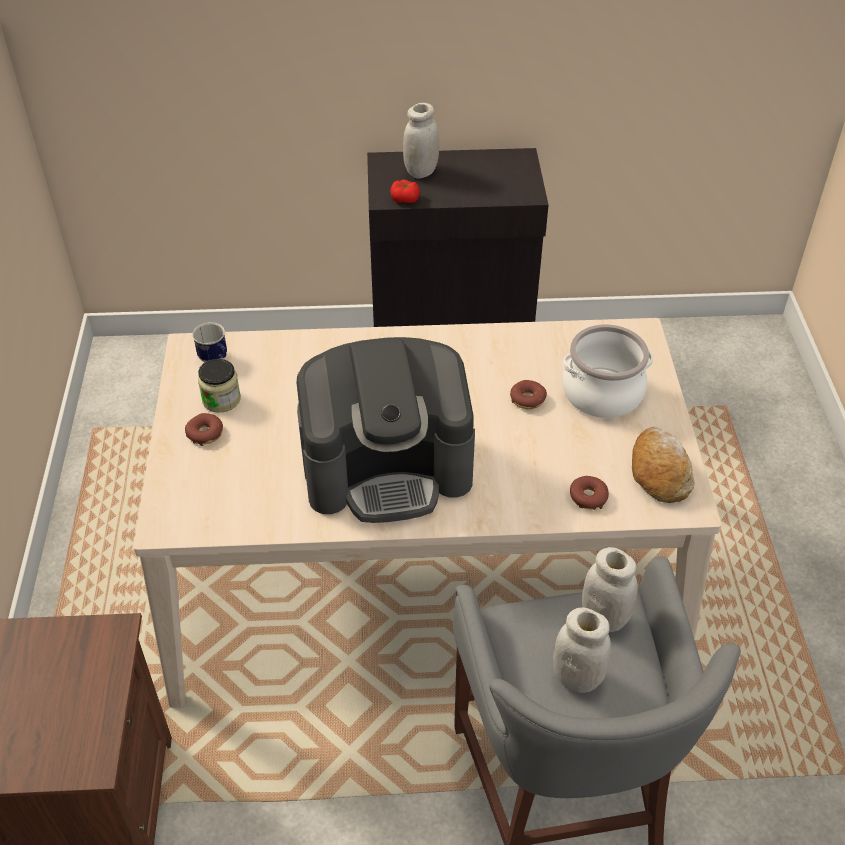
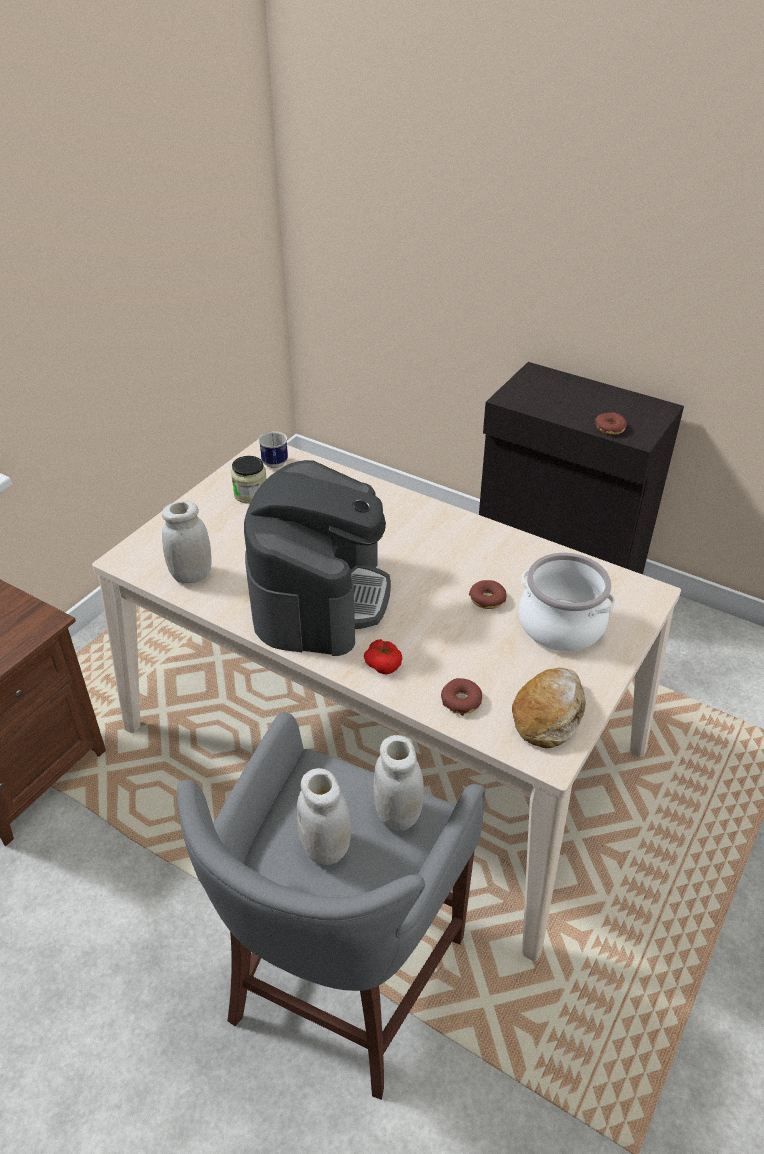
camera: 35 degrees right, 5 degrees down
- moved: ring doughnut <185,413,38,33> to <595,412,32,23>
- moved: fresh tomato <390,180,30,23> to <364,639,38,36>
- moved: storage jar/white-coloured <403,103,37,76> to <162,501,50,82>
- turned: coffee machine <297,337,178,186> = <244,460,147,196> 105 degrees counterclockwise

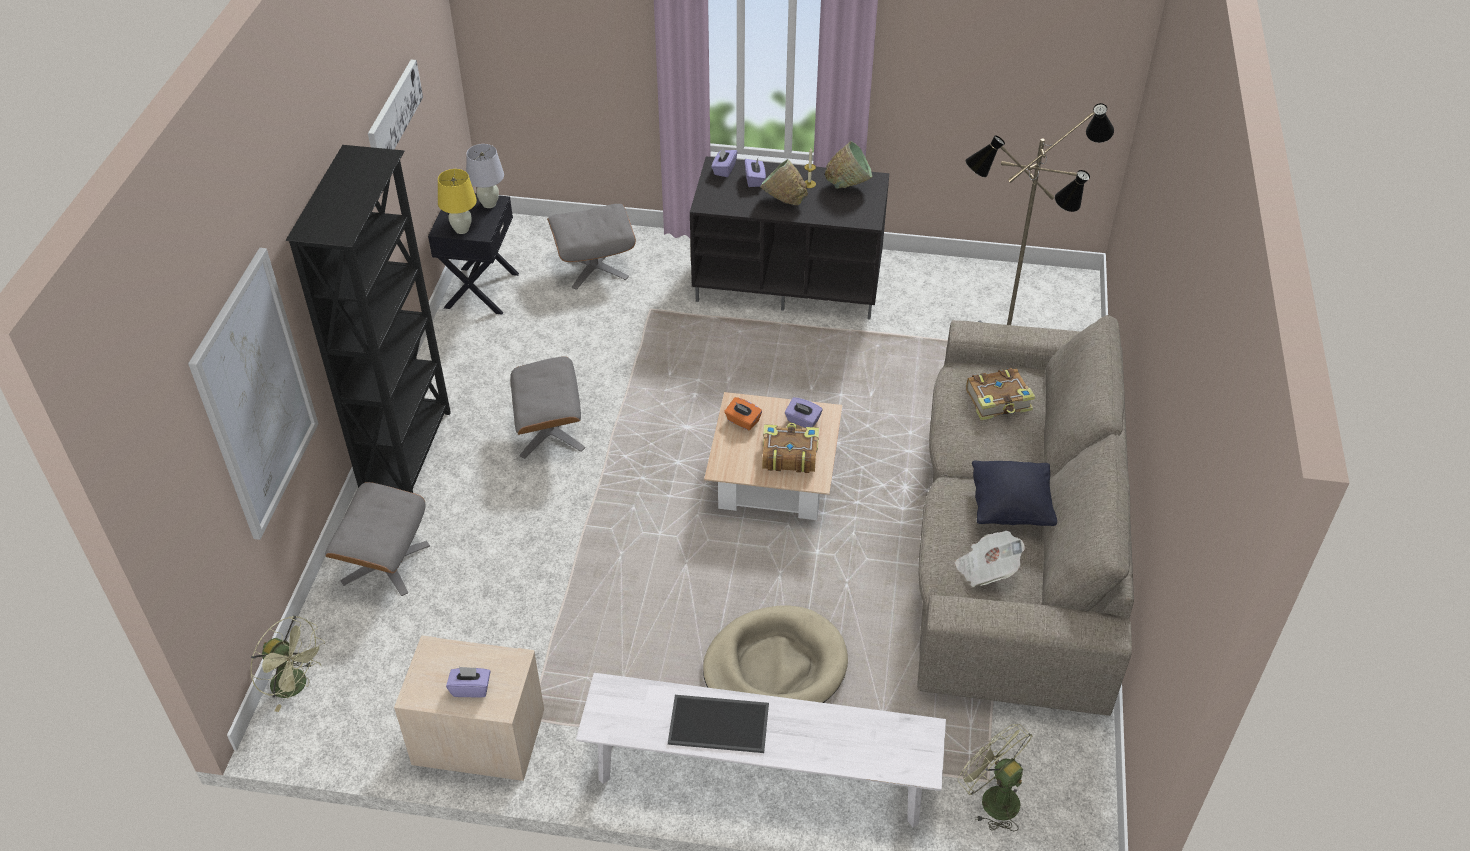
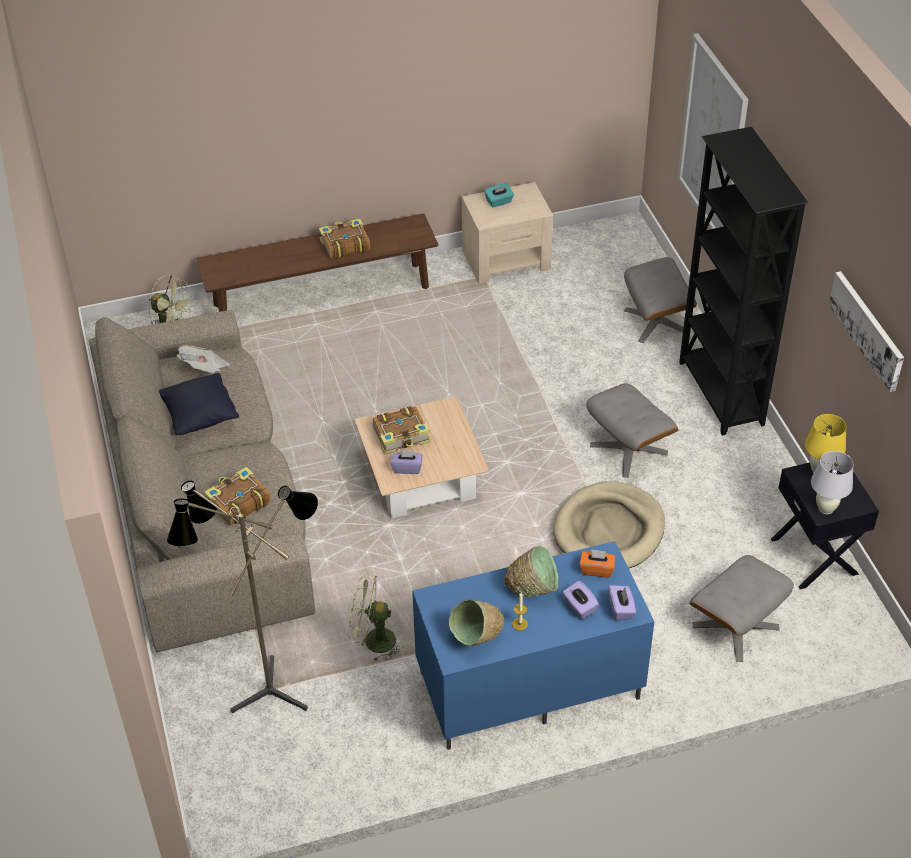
camera: 155 degrees right, 0 degrees up
- moved: cooling fan/green <250,616,75,96> to <349,576,55,85>
- moved: dog bed/beige-coloured <703,605,145,98> to <553,481,112,87>
- moved: tissue holder/orangey <724,397,38,34> to <580,549,35,29>
- replaced: serving tray <668,695,101,58> to bound book <319,218,51,41>
- recoloured: tissue holder/purple-coloured <446,667,45,31> to tissue holder/turquoise <484,183,30,25>
- recoloured: long seat/white-coloured <576,673,370,154> to long seat/brownish <196,213,242,99>
- recoloured: tv unit/black-coloured <690,157,199,163> to tv unit/blue <412,541,242,209>

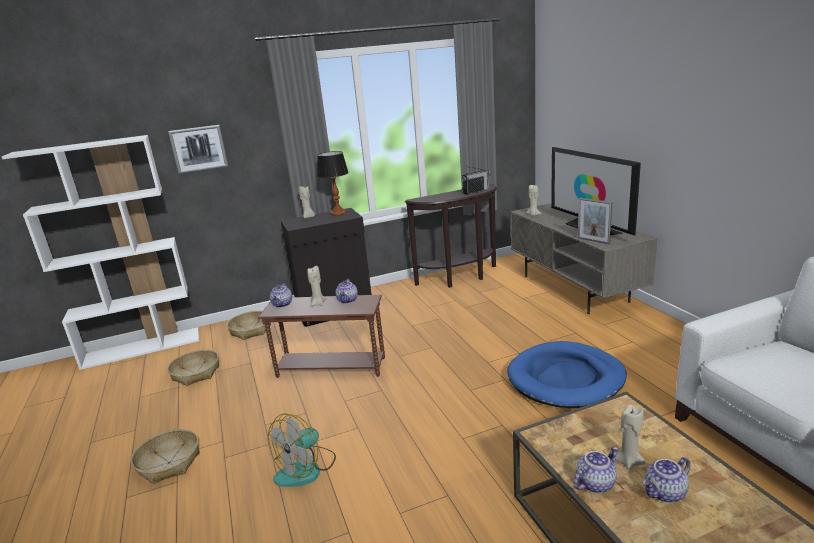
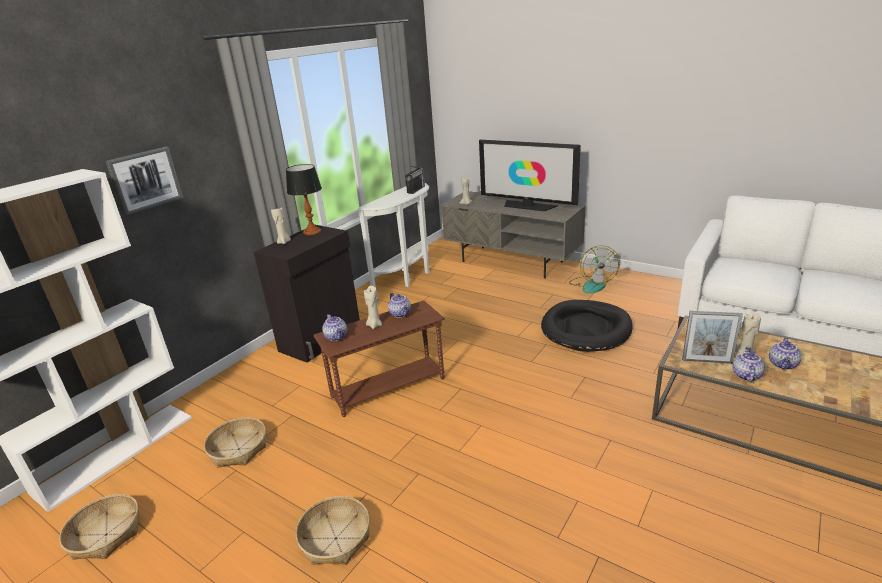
camera: 35 degrees left, 5 degrees up
- moved: household basket <227,311,44,29> to <59,494,80,66>
- moved: cooling fan <268,413,68,74> to <569,246,51,48>
- moved: standing frame <578,198,34,46> to <682,311,61,53>
- recoloured: console table/brownish <405,184,92,104> to console table/white-coloured <357,183,73,104>
- recoloured: dog bed/blue <507,341,120,67> to dog bed/black-coloured <541,300,92,52>

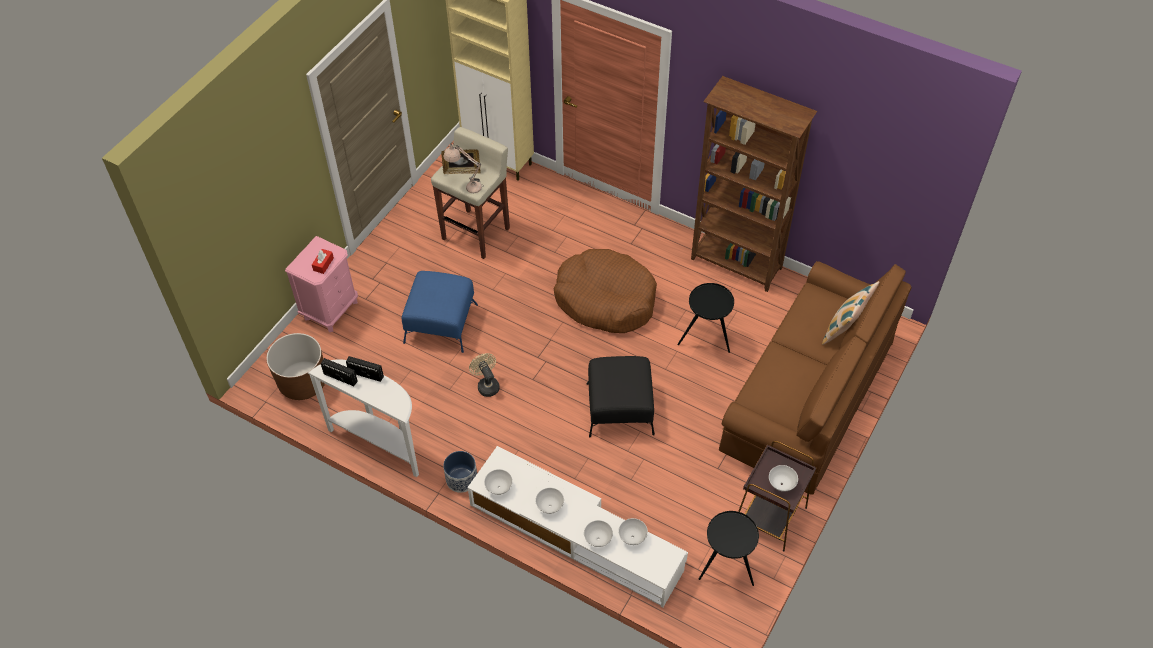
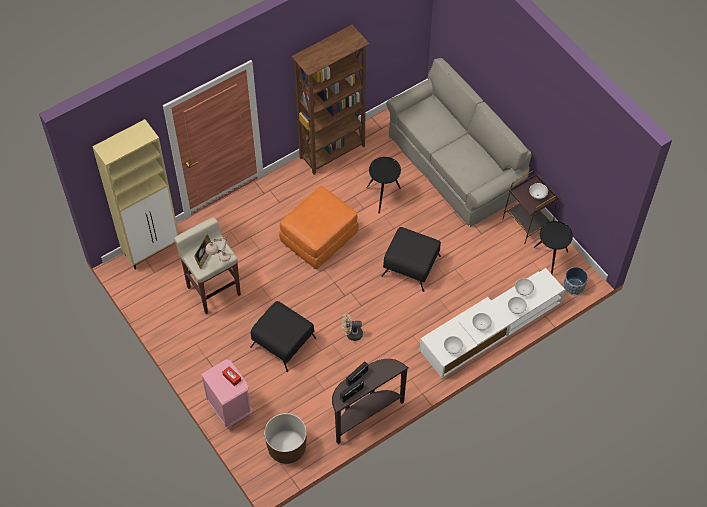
camera: 65 degrees left, 5 degrees up
- removed: cushion <822,281,58,64>
- moved: planter <443,451,34,42> to <563,267,25,28>
- replaced: dog bed/brownish <554,249,103,84> to pouffe/orangey <279,186,80,83>
- recoloured: console table/white-coloured <308,359,111,118> to console table/brownish <332,359,76,85>
- recoloured: pouffe/blue <402,271,76,82> to pouffe/black-coloured <250,301,66,71>
- recoloured: sofa/brownish <719,261,193,234> to sofa/grey <386,58,145,169>

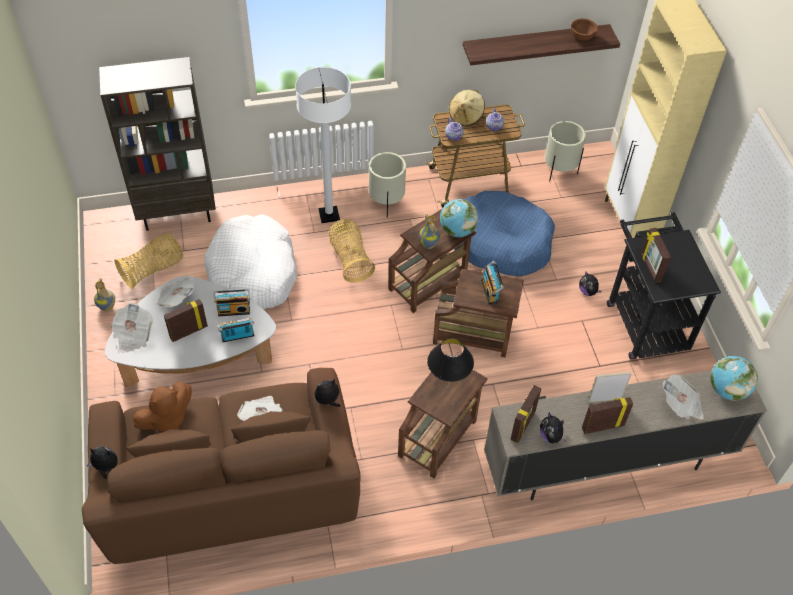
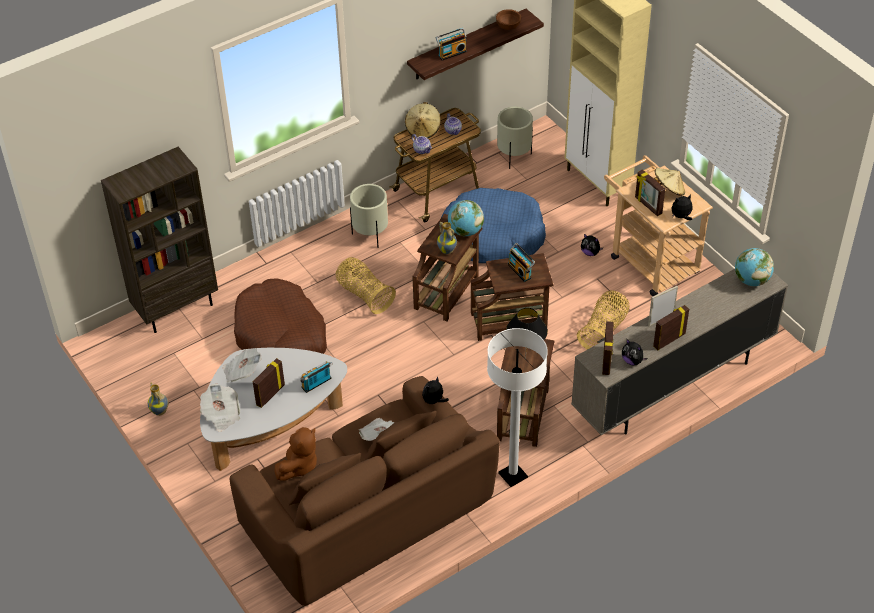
camera: 20 degrees left, 5 degrees down
- removed: daily paper <663,374,41,46>
- added: clothing hat/beige-coloured <654,168,31,28>
- moved: plush toy <87,447,31,32> to <672,195,21,25>
- moved: household basket <114,233,69,56> to <577,291,52,59>
- moved: radio set <214,289,36,27> to <436,28,31,33>
- moved: floor lamp/white-coloured <295,67,56,156> to <487,328,61,159>
- recoloured: dog bed/white-coloured <204,214,93,96> to dog bed/brownish <234,278,93,76>
- recoloured: cart/black-coloured <607,212,114,148> to cart/beige-coloured <604,155,109,141>

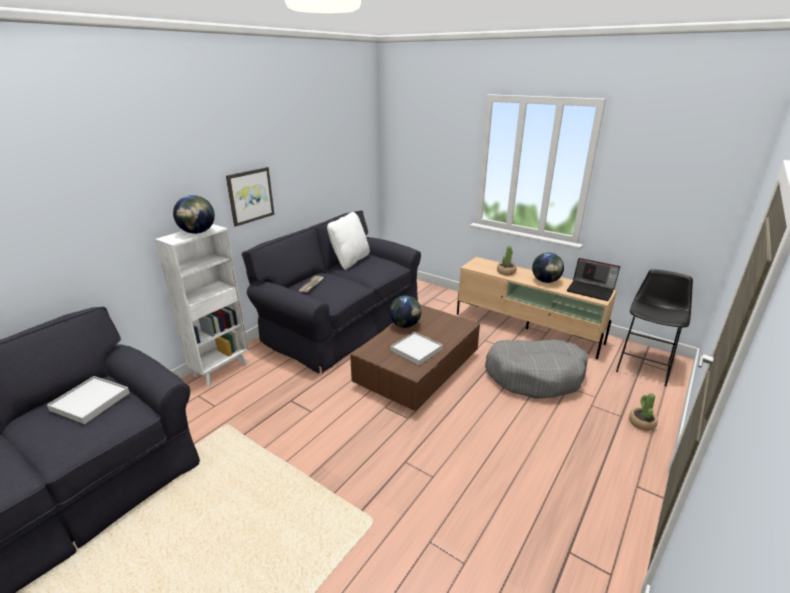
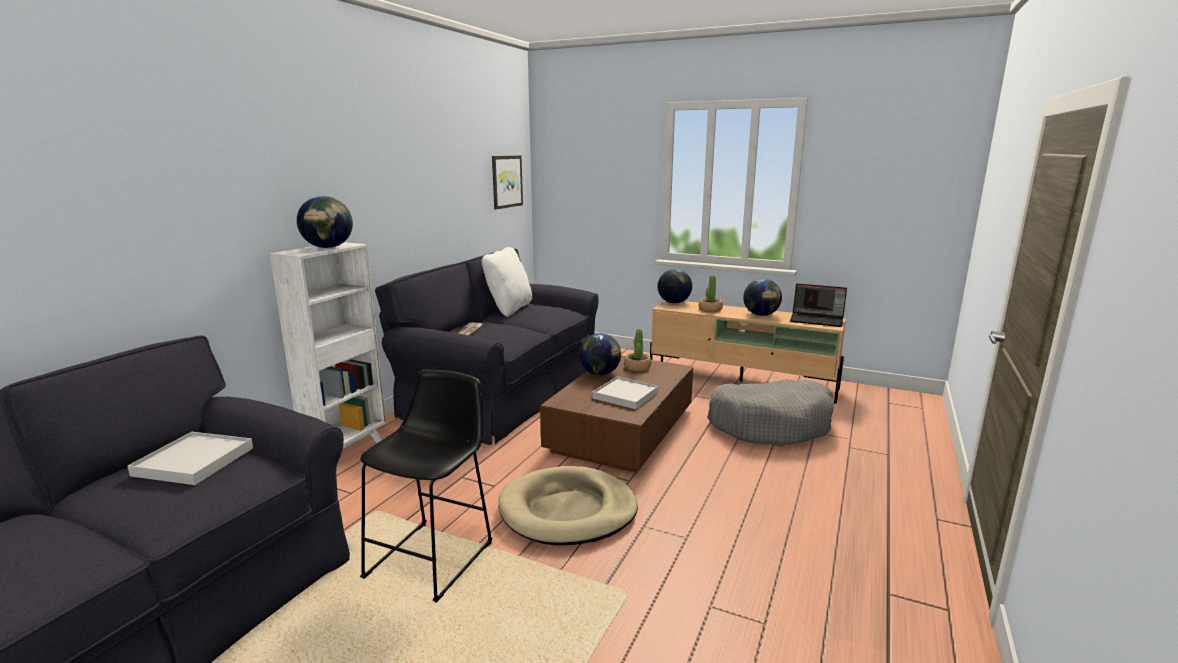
camera: 10 degrees left, 10 degrees down
- added: dog bed/beige-coloured <498,466,140,80>
- added: world globe <658,269,34,34>
- moved: wall picture <226,167,48,60> to <492,155,31,54>
- moved: stool/black-coloured <616,269,77,117> to <360,369,132,233>
- moved: houseplant <629,393,29,38> to <624,329,27,43>

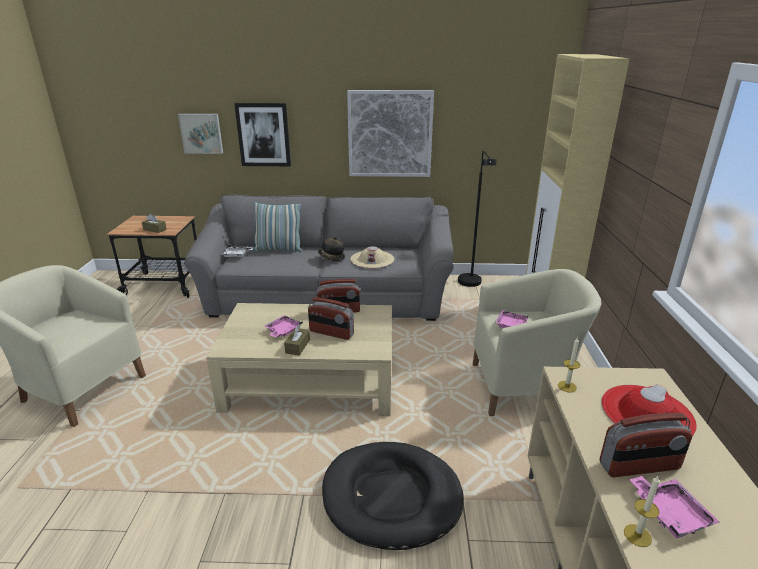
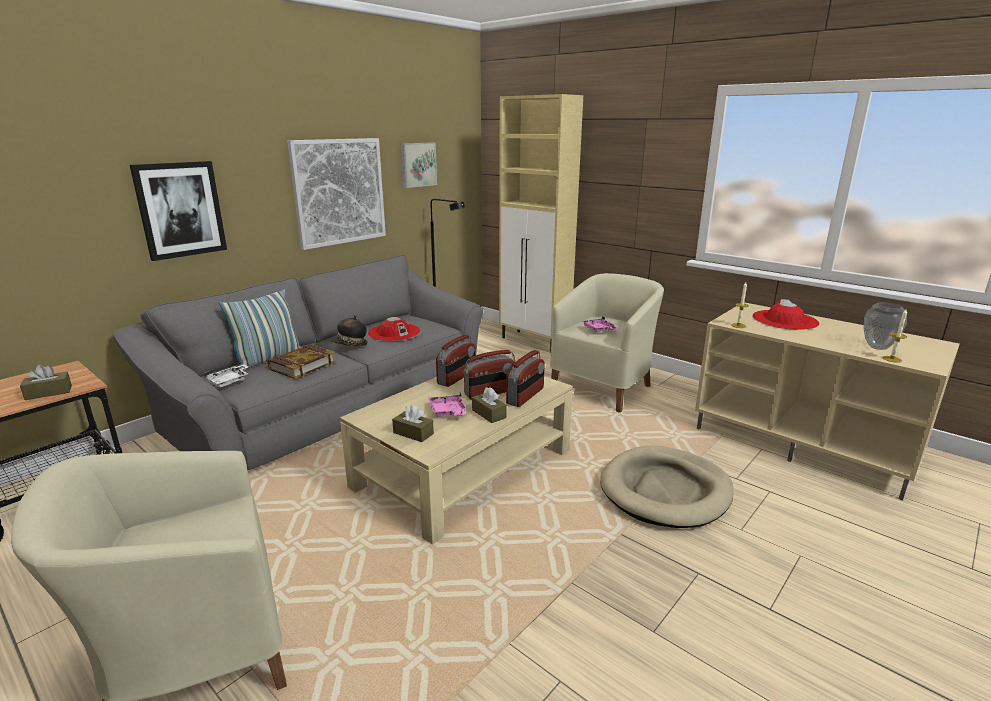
camera: 50 degrees left, 5 degrees down
- added: bound book <268,345,68,34>
- added: tissue holder/brownish <392,405,42,37>
- moved: wall picture <178,114,45,40> to <400,143,37,45>
- moved: radio set <600,413,92,64> to <506,350,39,57>
- replaced: serving tray/pinkish <629,476,90,62> to vase <864,302,43,48>
- recoloured: dog bed/black-coloured <322,442,142,108> to dog bed/beige-coloured <600,445,134,83>
- recoloured: clothing hat/beige-coloured <351,246,43,22> to clothing hat/red-coloured <368,317,53,24>

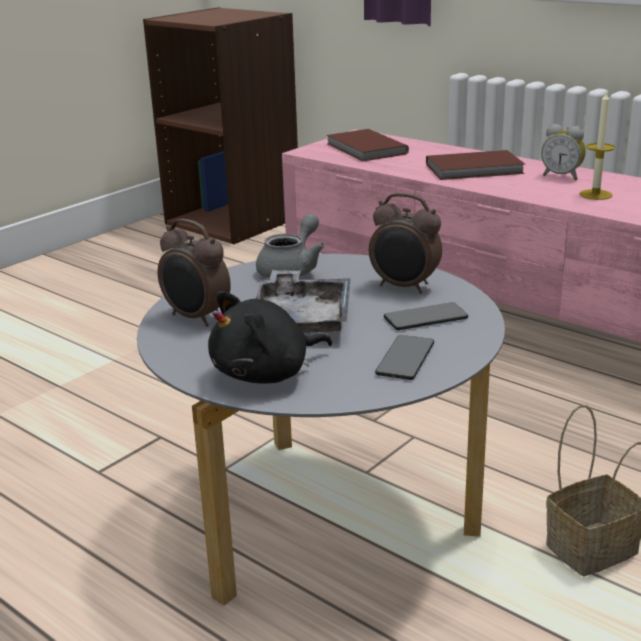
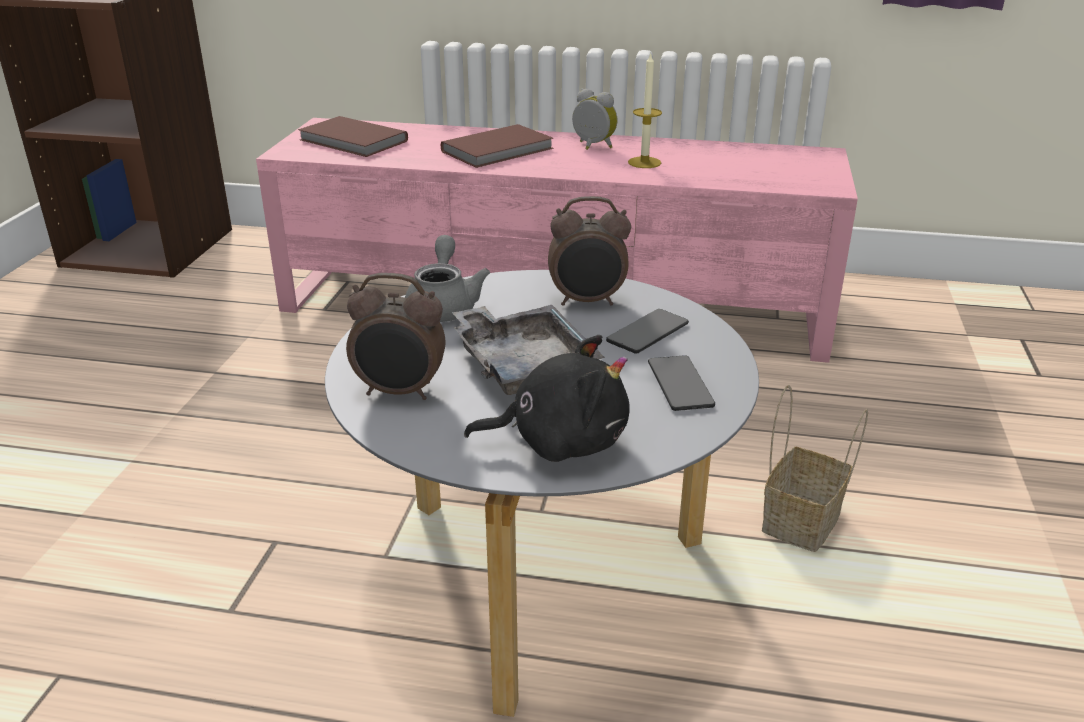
camera: 30 degrees left, 5 degrees up
- turned: plush toy/black-coloured <208,291,124,93> = <464,335,166,127> 120 degrees counterclockwise
- turned: table clock <541,124,45,56> = <572,88,46,62> 150 degrees counterclockwise

